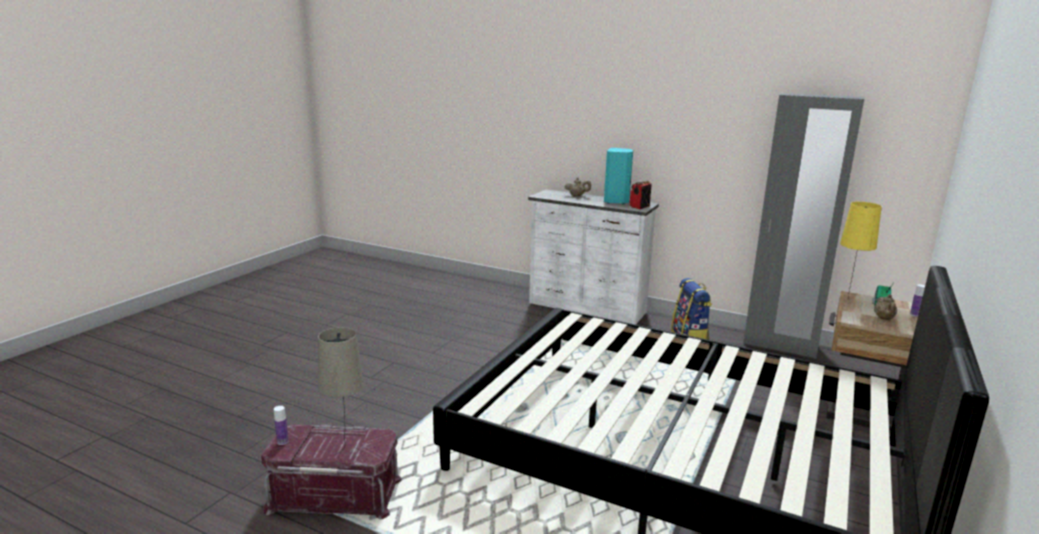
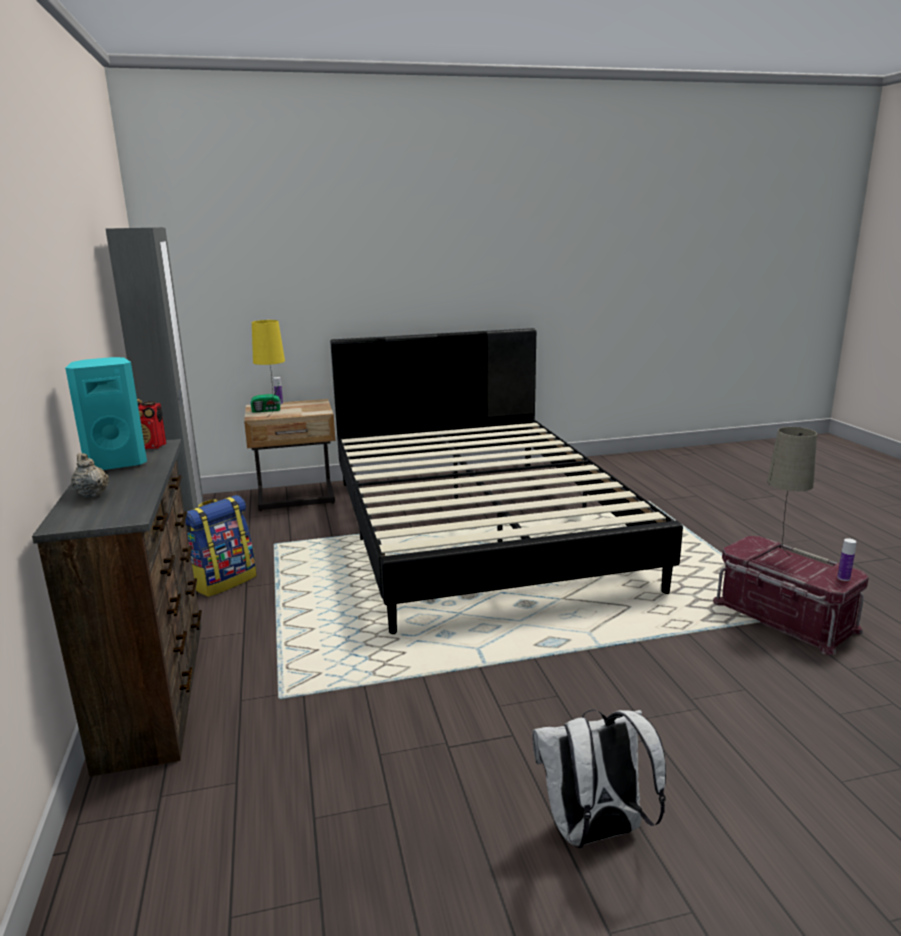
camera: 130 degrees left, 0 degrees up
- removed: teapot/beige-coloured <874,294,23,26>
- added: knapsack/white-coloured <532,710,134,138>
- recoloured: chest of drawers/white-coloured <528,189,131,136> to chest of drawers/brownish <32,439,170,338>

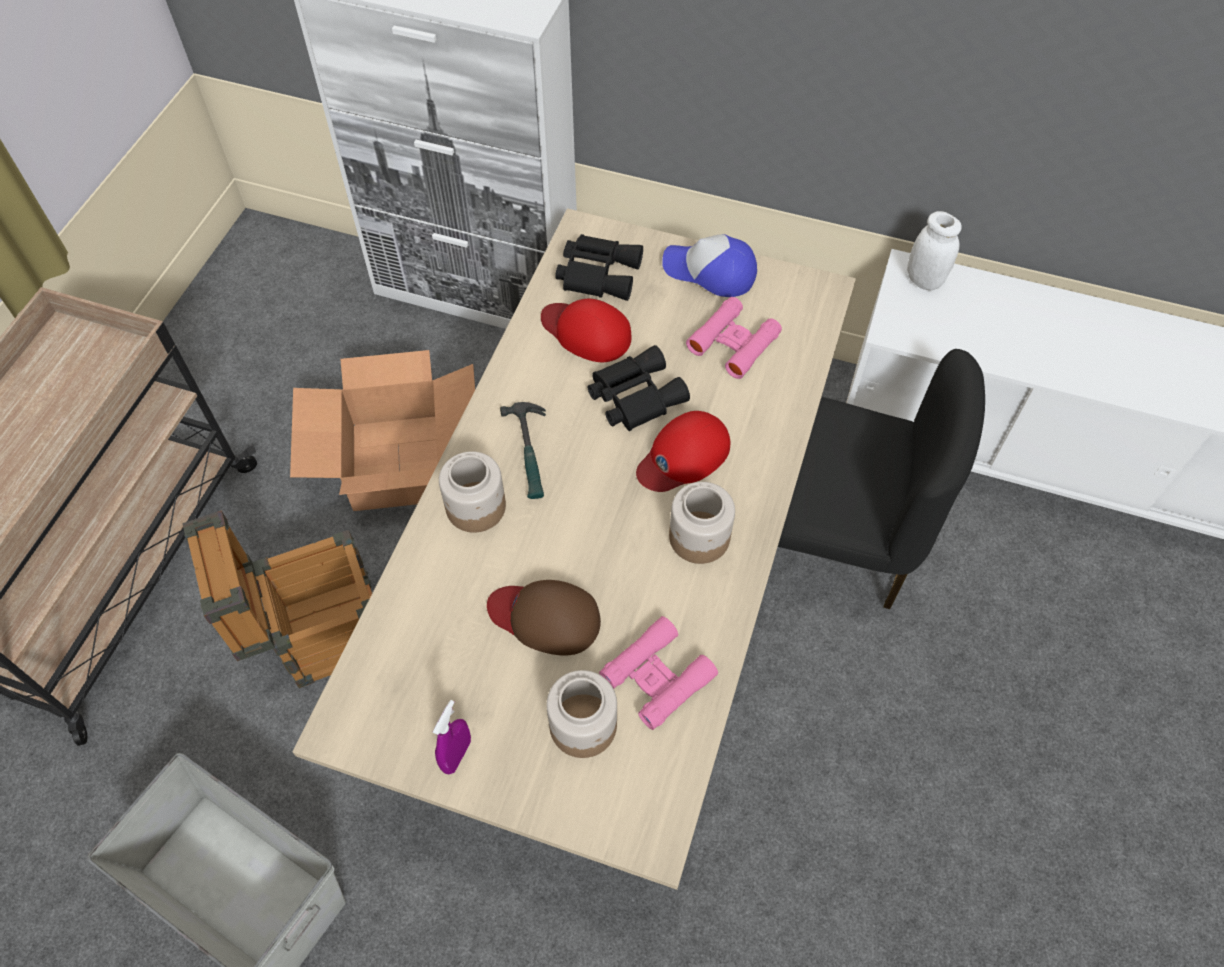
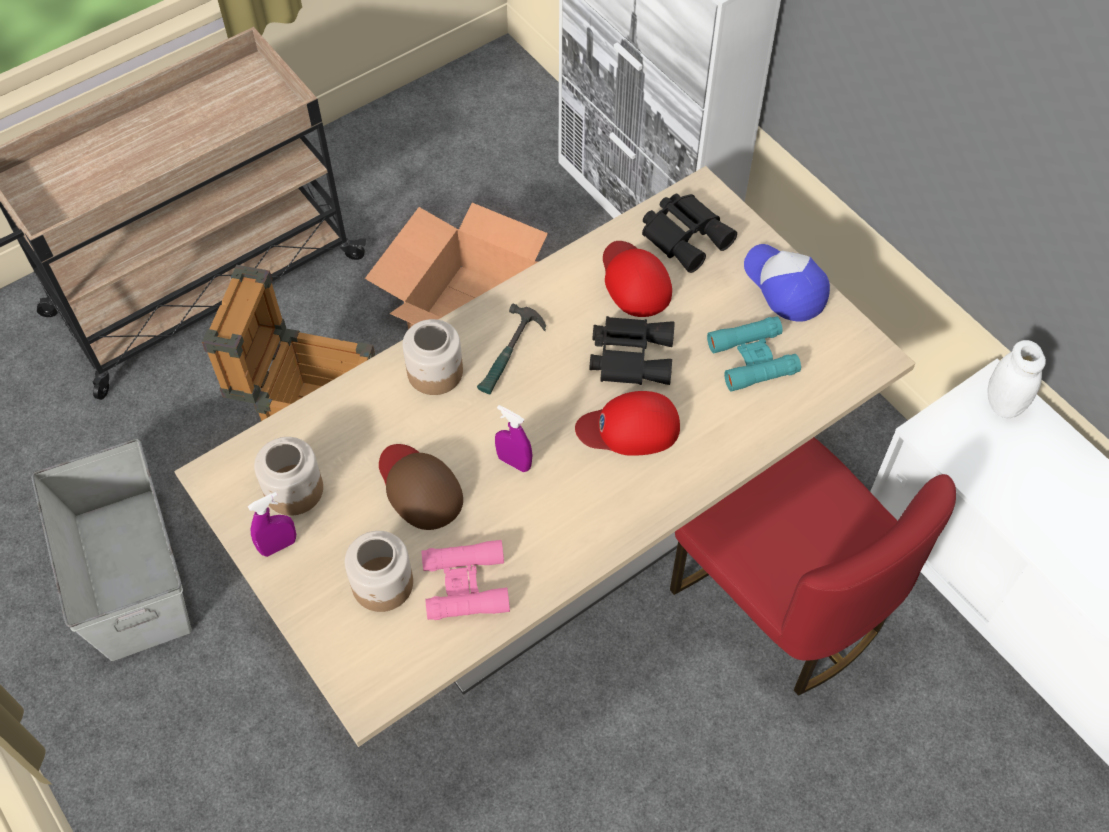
camera: 35 degrees right, 0 degrees up
- added: hand sprayer/purple-coloured <495,405,38,67>
- moved: storage jar <669,482,66,82> to <254,437,69,79>
- recoloured: binoculars/pinkish <686,297,96,82> to binoculars/turquoise <707,317,94,75>
- recoloured: chair/black-coloured <778,349,207,260> to chair/red-coloured <670,437,286,258>

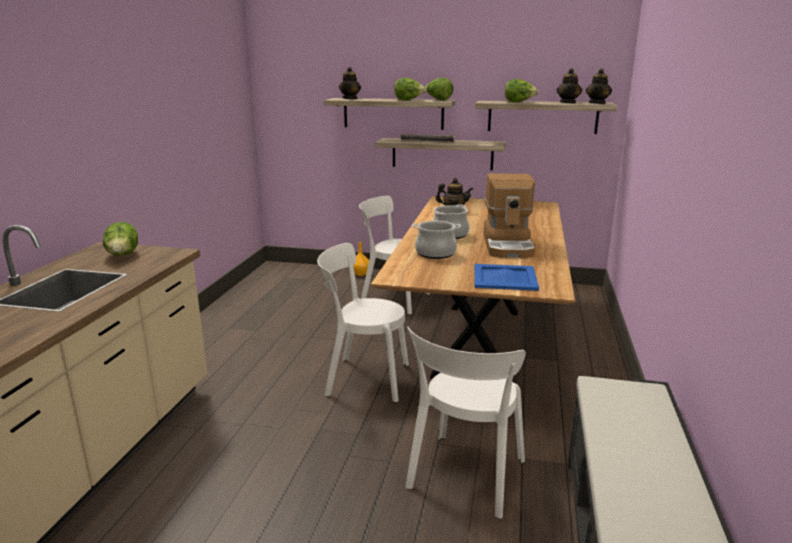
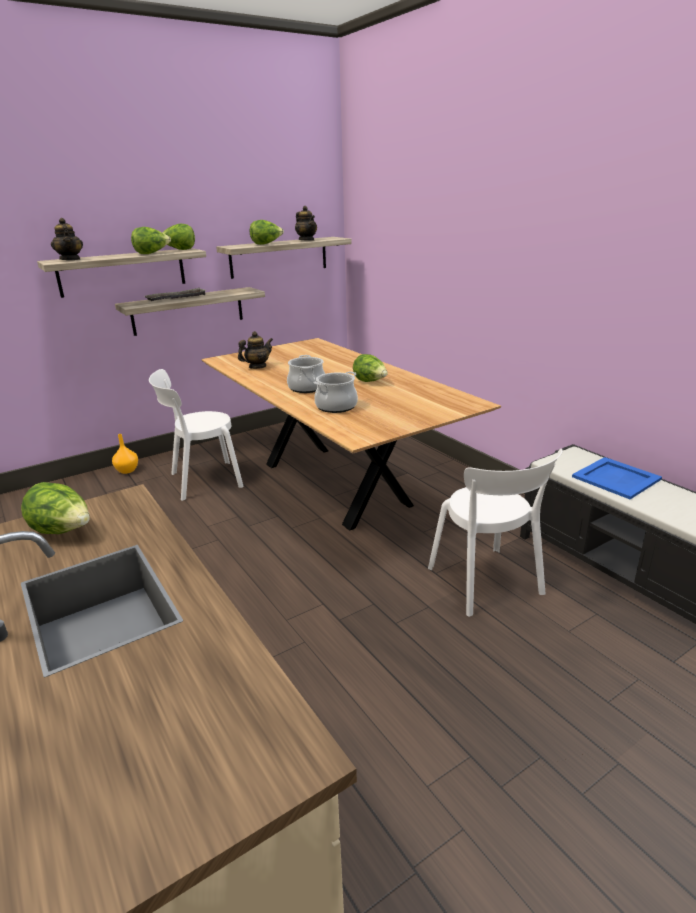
camera: 45 degrees left, 5 degrees up
- removed: chair/white-coloured <317,243,92,159>
- removed: teapot <586,68,26,36>
- moved: serving tray/blue <474,264,65,27> to <572,457,90,42>
- replaced: coffee machine <483,173,52,85> to lettuce head <353,354,35,28>

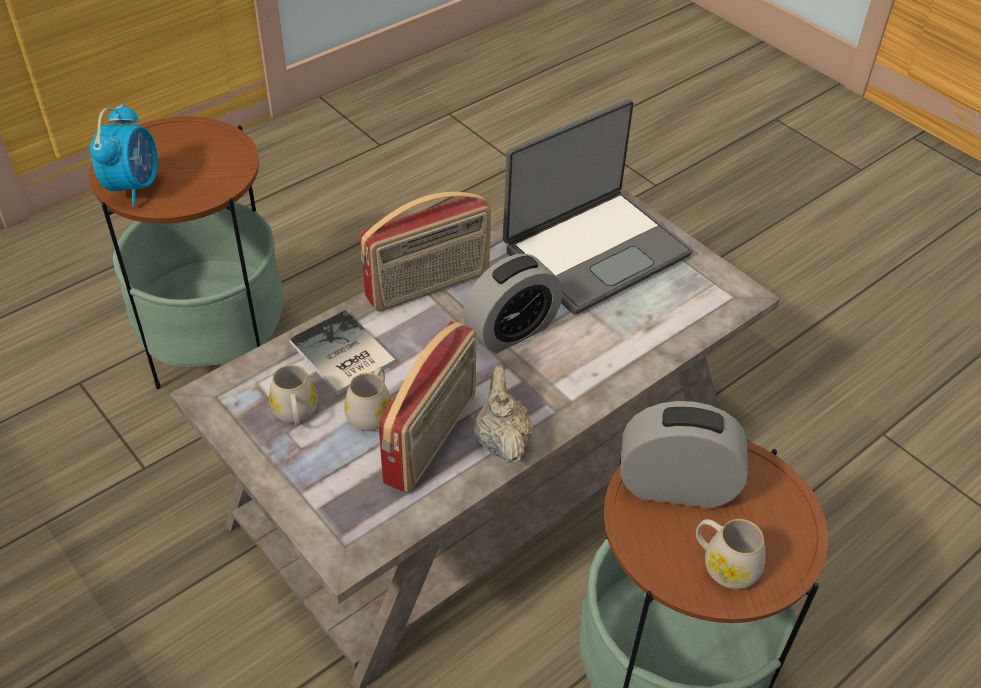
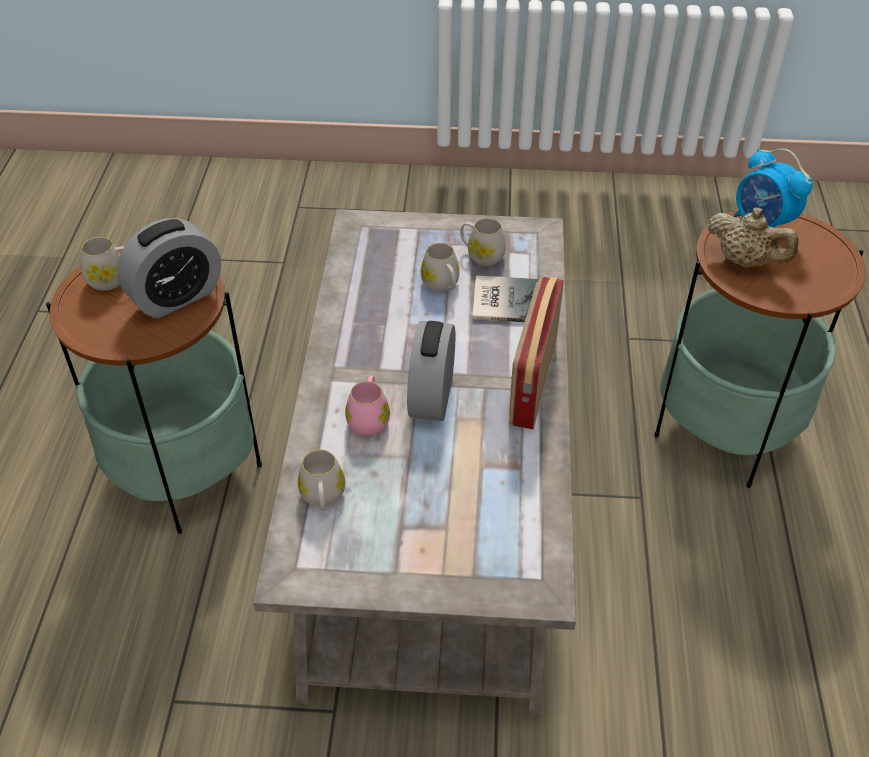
camera: 135 degrees right, 0 degrees up
- removed: radio set <378,321,99,172>
- removed: notebook computer <503,99,190,216>
- added: mug/white-coloured <298,449,47,62>
- added: mug/pinkish <345,375,45,61>
- moved: teapot/beige-coloured <473,365,60,99> to <707,207,91,60>

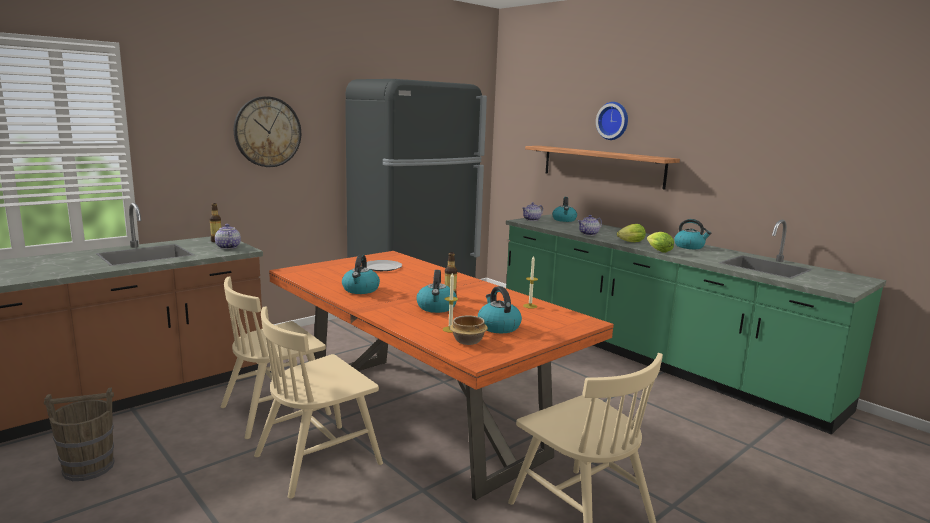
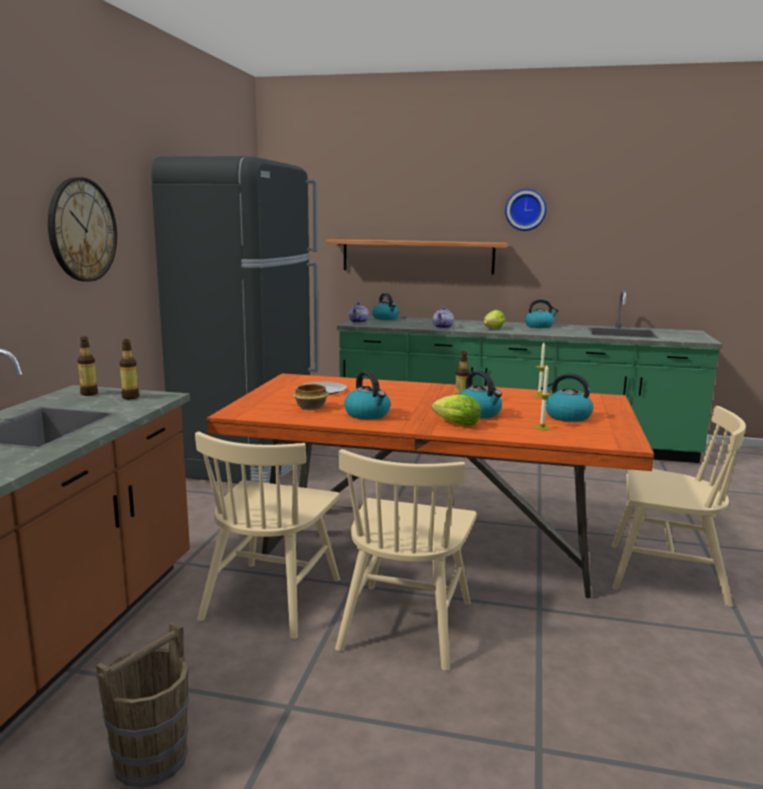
camera: 35 degrees left, 0 degrees up
- moved: bowl <450,315,38,30> to <293,384,36,26>
- moved: hanging clock <596,102,32,38> to <505,189,42,42>
- moved: lettuce head <647,232,27,21> to <432,394,49,32>
- replaced: teapot <215,224,26,25> to beverage bottle <119,339,20,60>

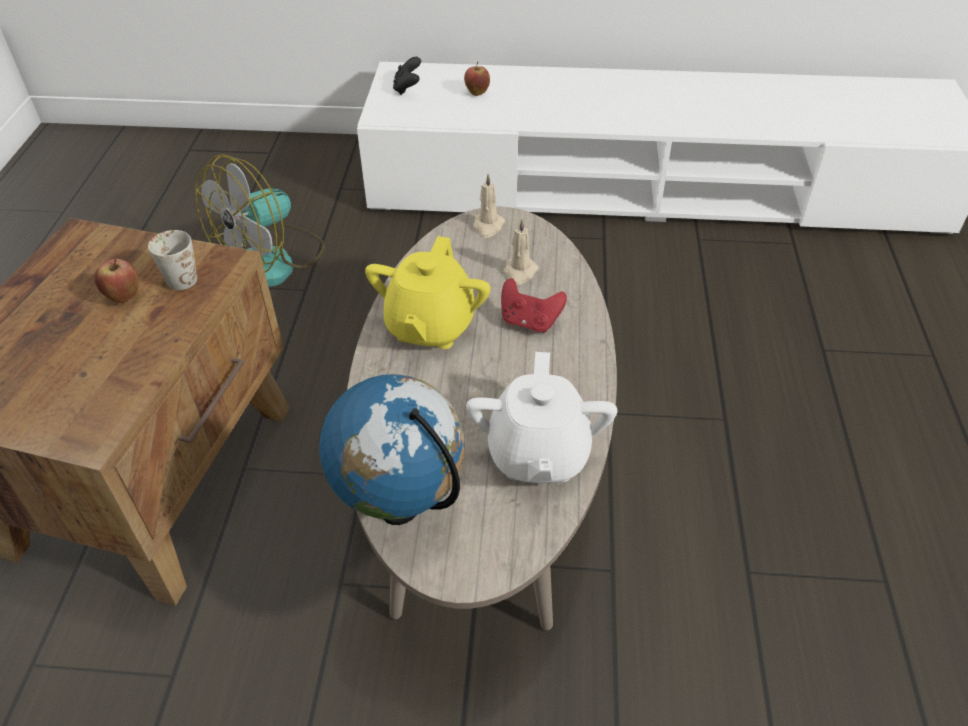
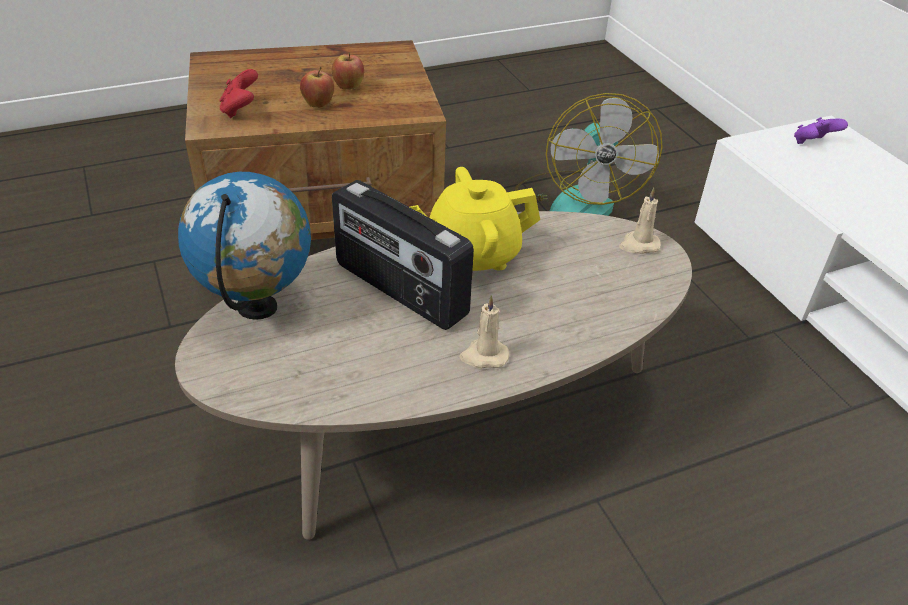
camera: 60 degrees right, 5 degrees down
- removed: mug/white-coloured <148,230,49,60>
- removed: teapot/white-coloured <466,352,152,131>
- added: radio set <332,180,142,150>
- moved: apple fruit <464,62,26,34> to <300,67,34,41>
- moved: joypad/red-coloured <501,278,66,55> to <219,69,39,49>
- moved: wax light/beige-coloured <504,219,35,66> to <460,295,49,73>
- recoloured: joypad/black-coloured <393,57,28,38> to joypad/purple-coloured <794,117,54,27>
- turned: cooling fan <195,154,130,133> = <515,93,148,123> 105 degrees counterclockwise

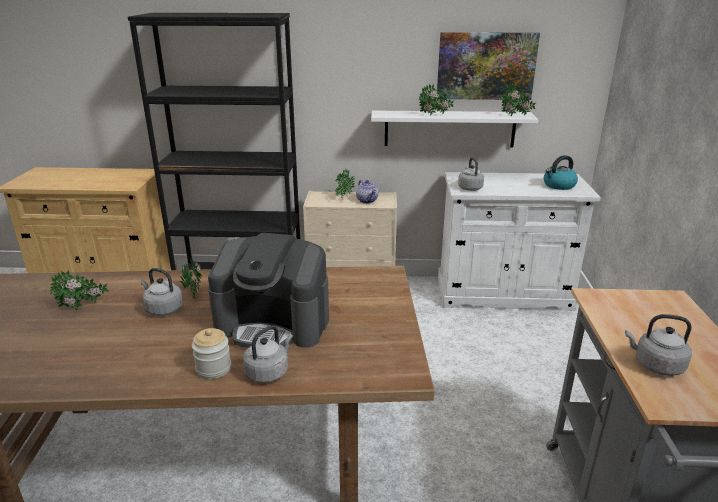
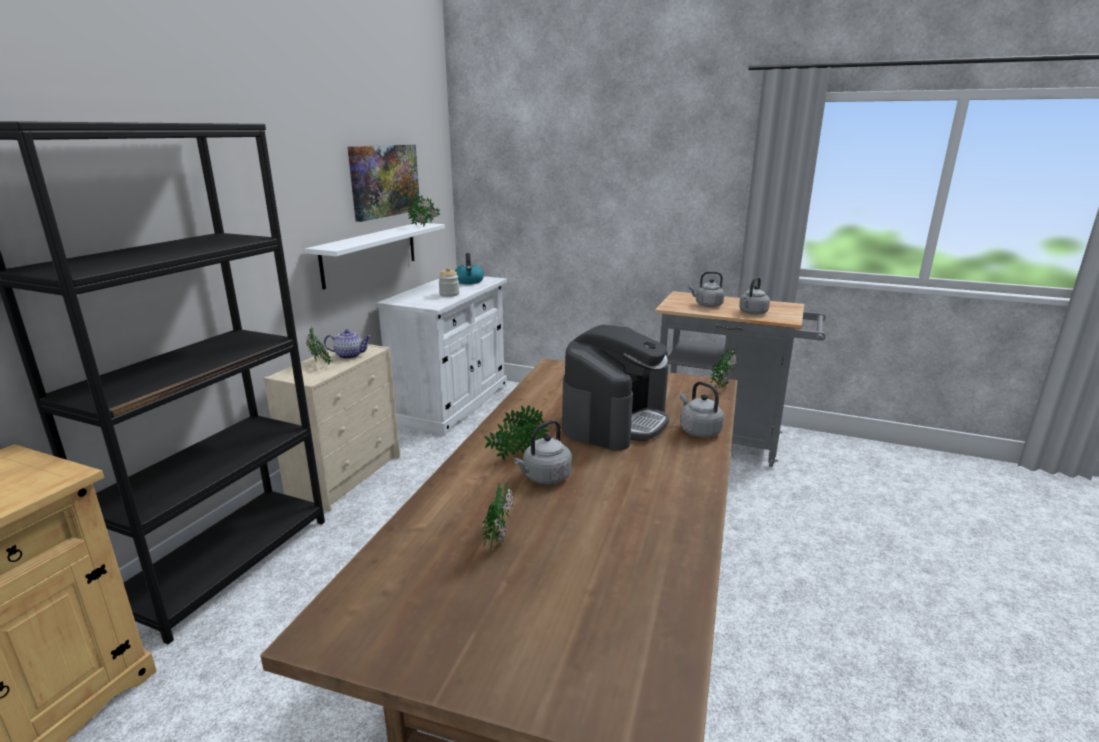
camera: 70 degrees left, 5 degrees down
- moved: storage jar <192,328,39,51> to <438,268,21,29>
- moved: houseplant <419,84,35,32> to <710,348,26,42>
- moved: tea kettle/grey <458,158,26,33> to <689,271,36,36>

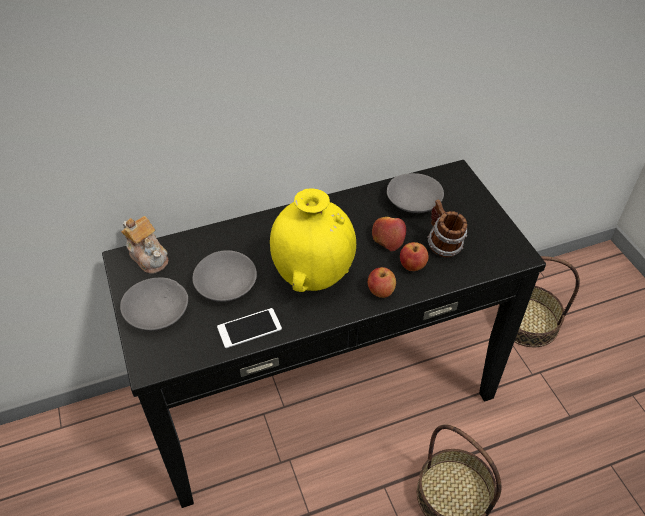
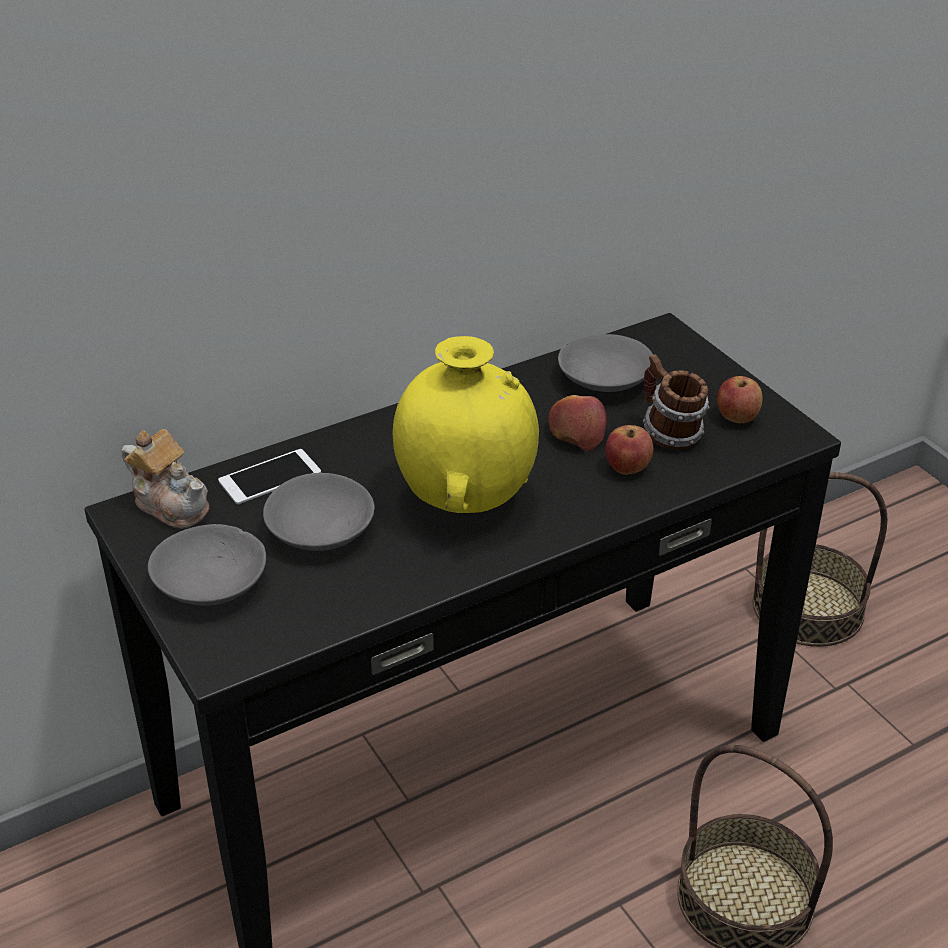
camera: 10 degrees left, 10 degrees down
- moved: handset <217,308,65,40> to <218,449,103,56>
- moved: apple fruit <368,267,28,31> to <717,376,46,47>

